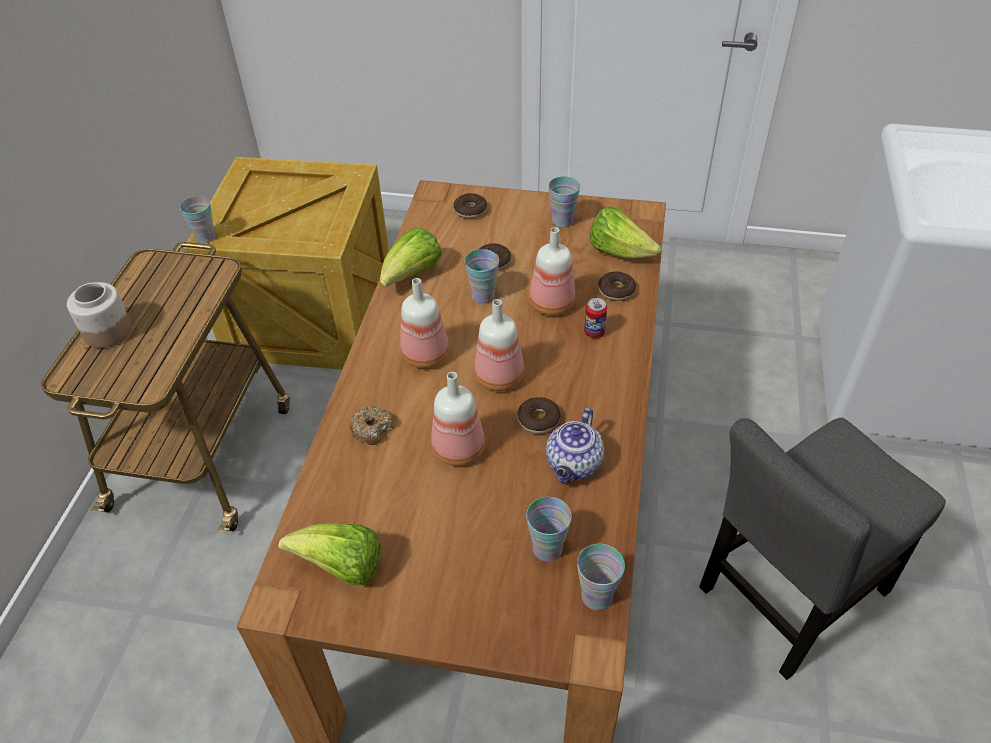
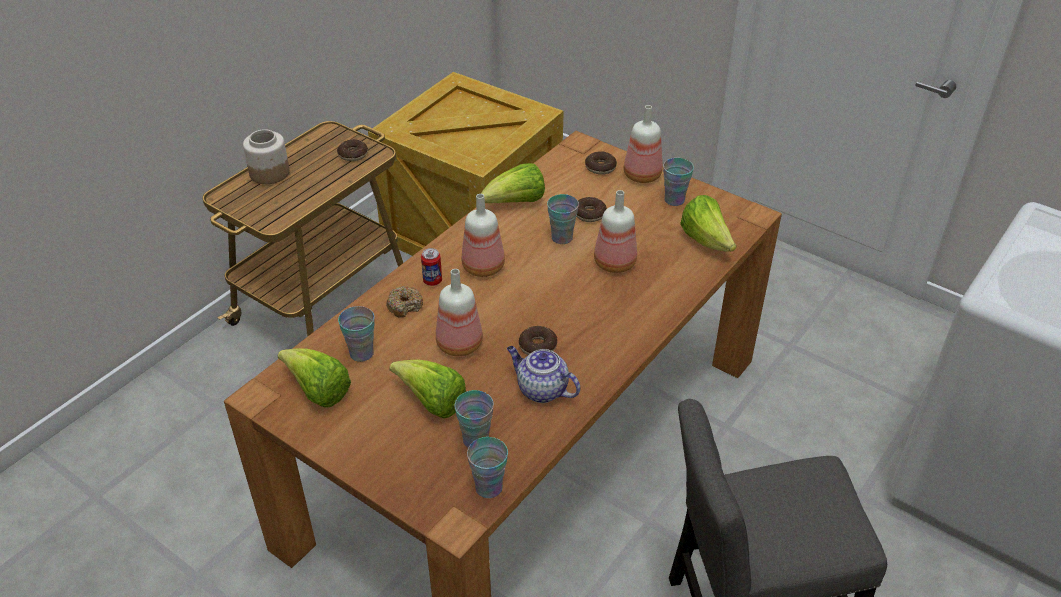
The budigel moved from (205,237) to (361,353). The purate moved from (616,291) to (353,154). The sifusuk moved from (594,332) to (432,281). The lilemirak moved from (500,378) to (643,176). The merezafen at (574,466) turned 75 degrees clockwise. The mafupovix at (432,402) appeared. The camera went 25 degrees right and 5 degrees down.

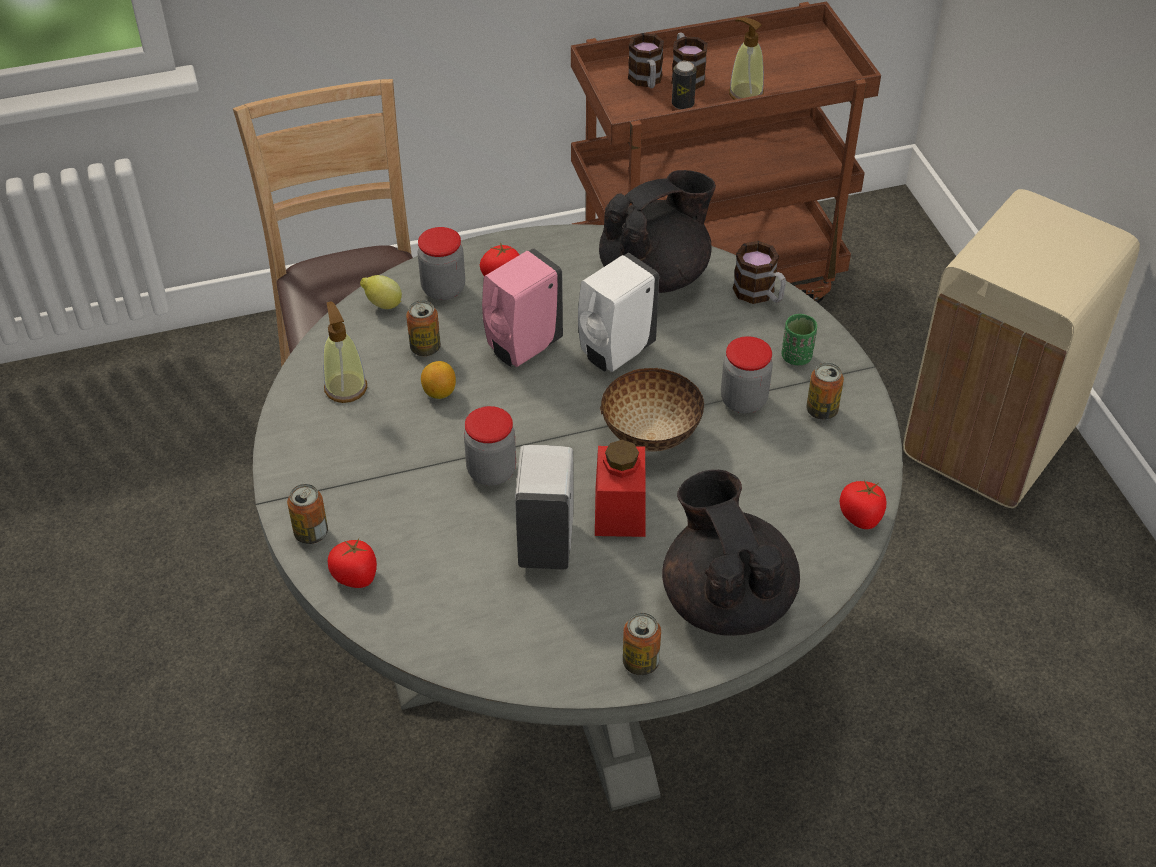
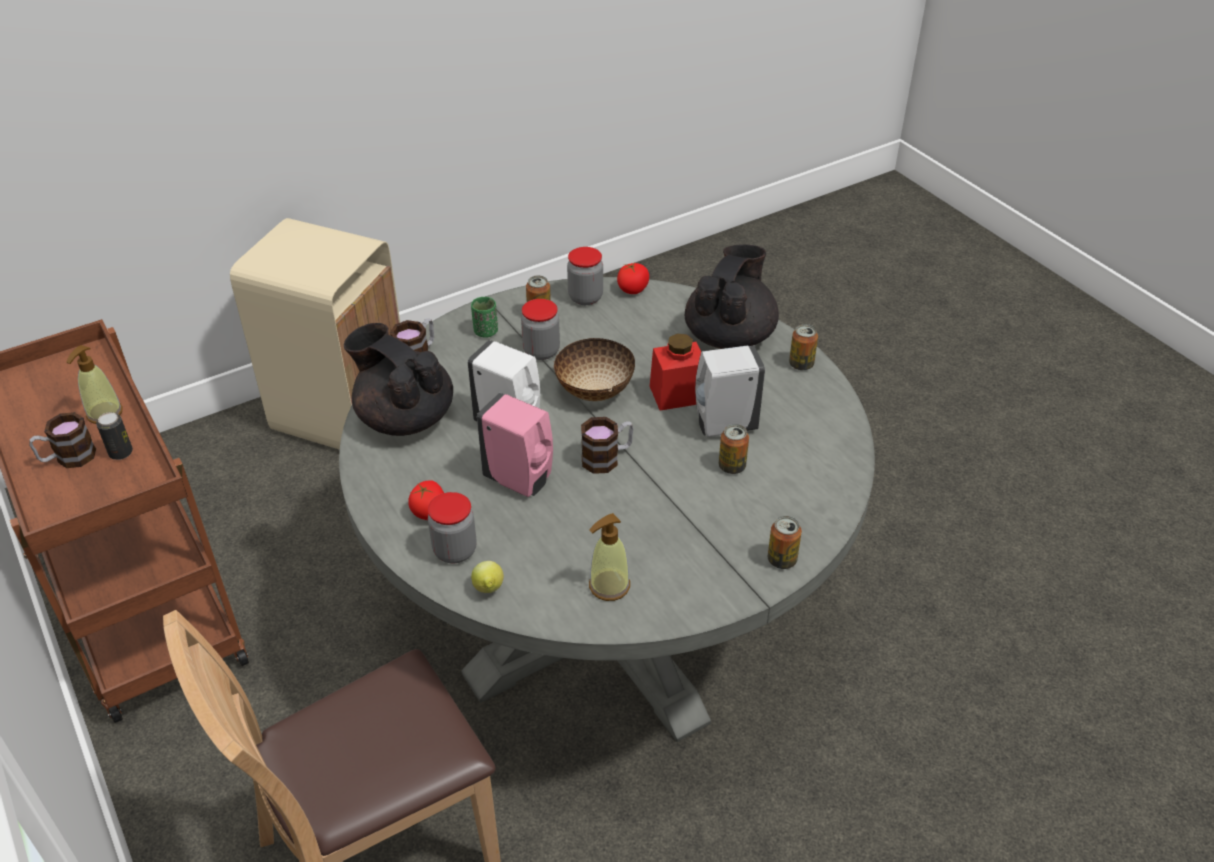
The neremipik moved from (646,81) to (607,458). The sifusuk moved from (425,348) to (732,466). The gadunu at (439,392) disappeared. The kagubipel moved from (491,471) to (585,297). The black merezafen at (726,598) turned 150 degrees clockwise. The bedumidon at (355,576) disappeared. The camera went 105 degrees left and 5 degrees down.

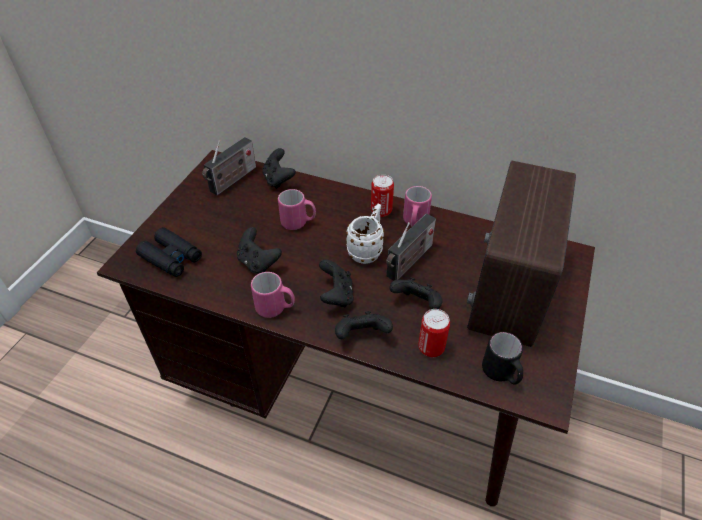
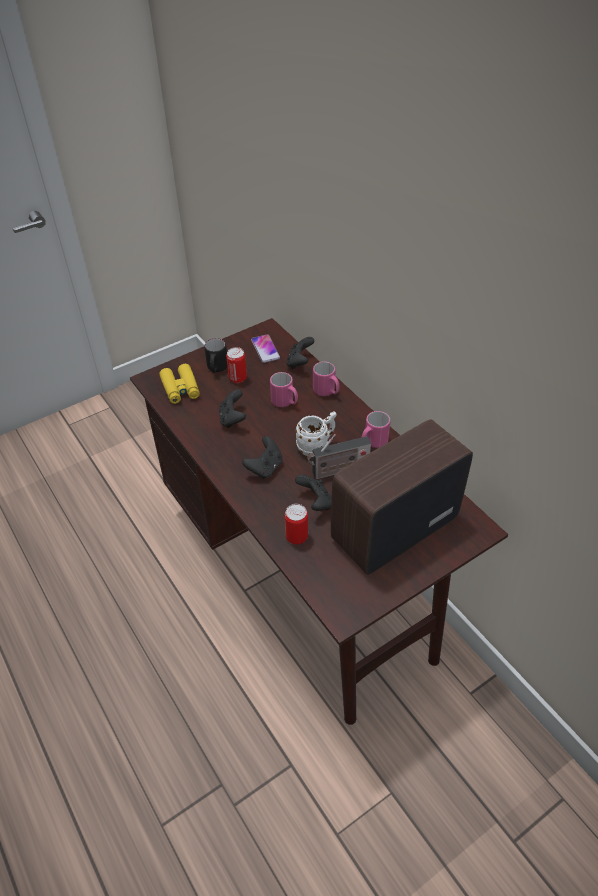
The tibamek at (232,181) was replaced by the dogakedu at (265,349). The sifusuk moved from (381,211) to (238,378). The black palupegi at (171,258) became the yellow palupegi at (180,388). The pink neremipik moved from (275,308) to (327,392). The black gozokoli at (362,336) disappeared. The black neremipik moved from (501,374) to (216,369). The camera went 35 degrees right and 0 degrees up.

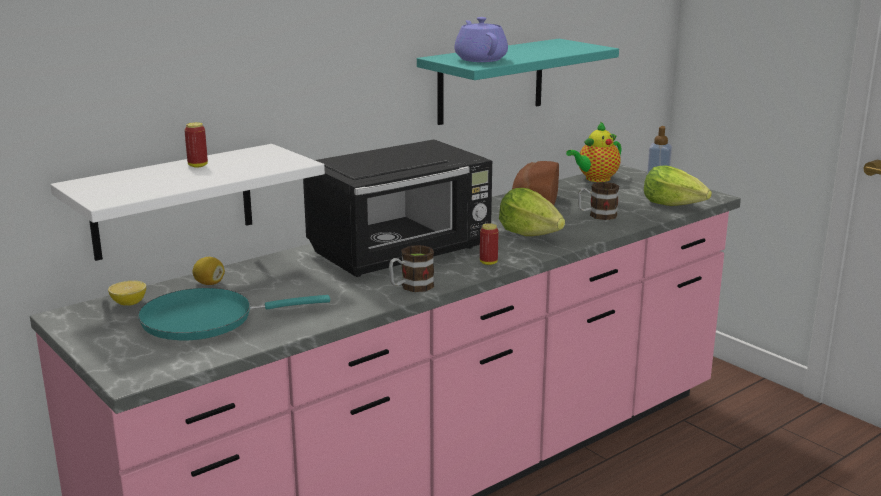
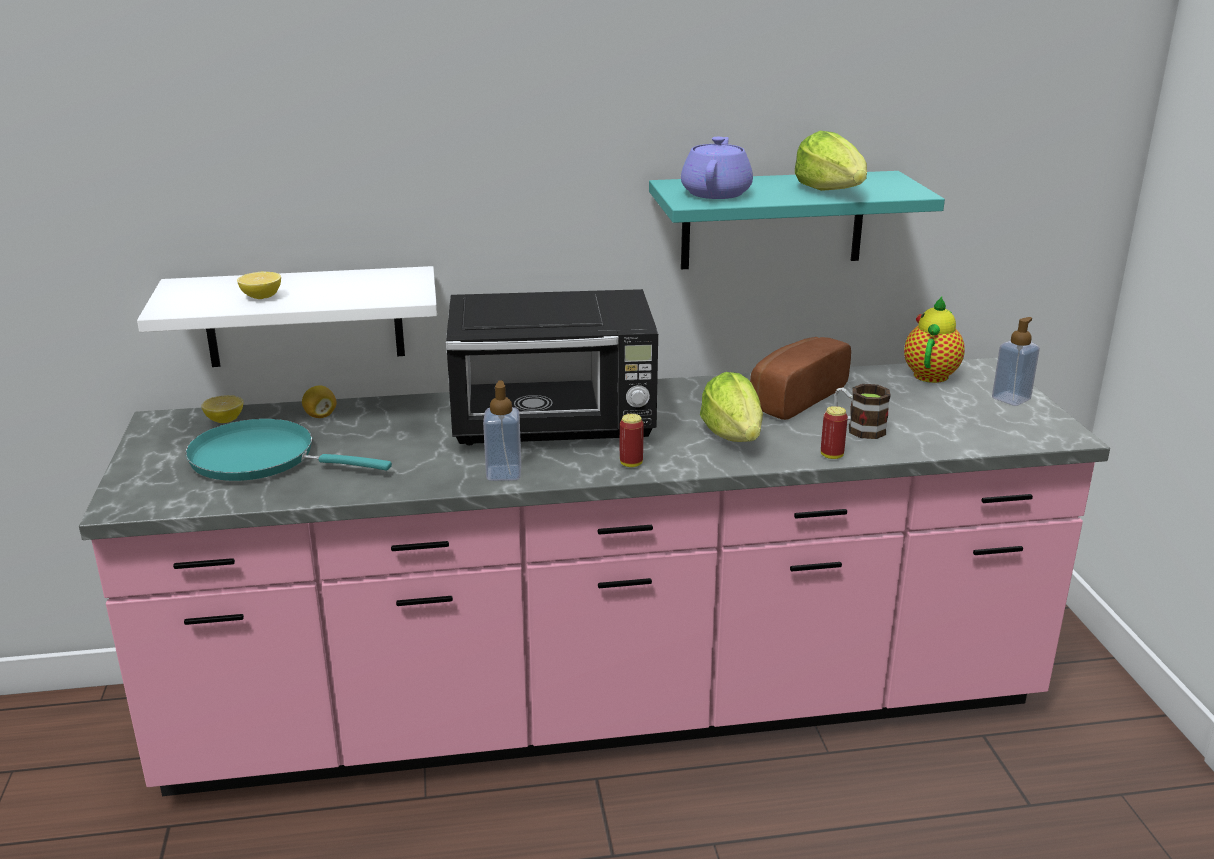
The merezafen at (595,179) turned 120 degrees clockwise. The sifusuk moved from (198,166) to (831,455). The mafupovix moved from (674,205) to (832,191). The neremipik at (411,287) was replaced by the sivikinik at (503,473). The gadunu at (261,297) appeared. The camera went 30 degrees right and 5 degrees up.

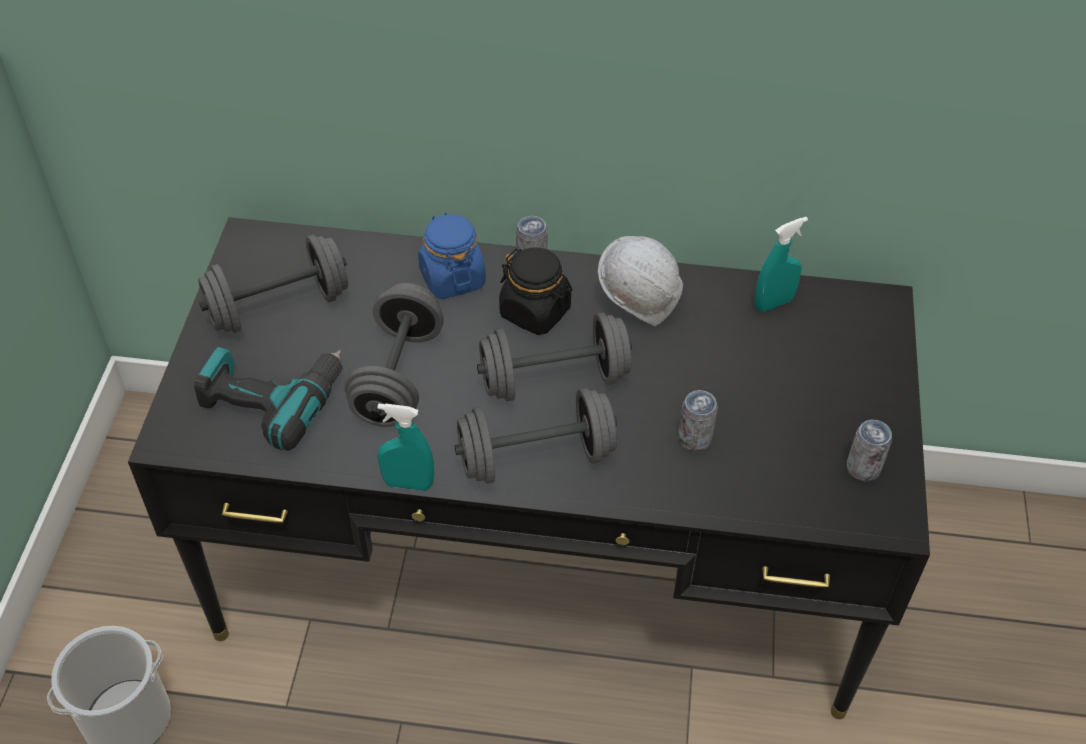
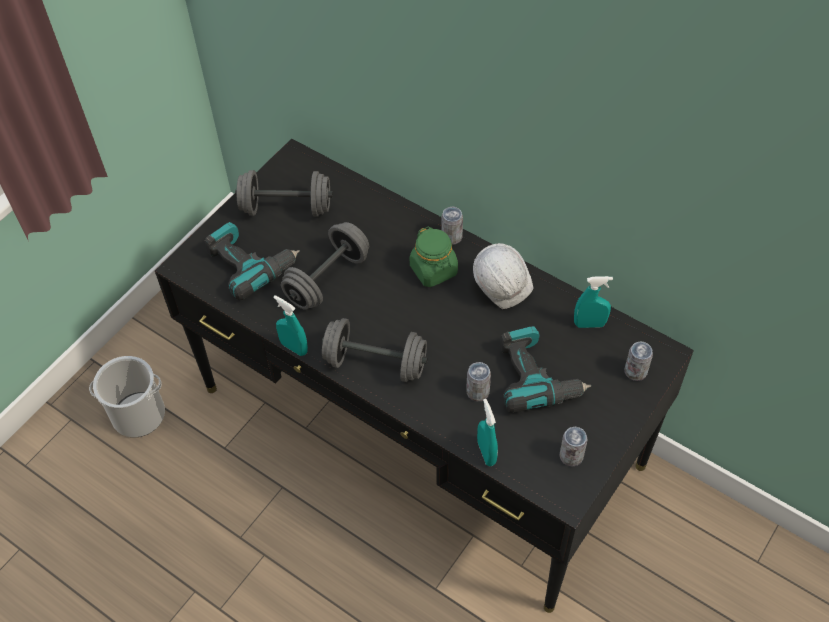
The blue kagubipel at (452,278) disappeared. The black kagubipel at (535,312) became the green kagubipel at (434,270). The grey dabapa at (554,379) disappeared. The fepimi at (536,377) appeared. The sifusuk at (635,371) appeared. The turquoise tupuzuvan at (486,453) appeared. The camera went 30 degrees right and 5 degrees up.

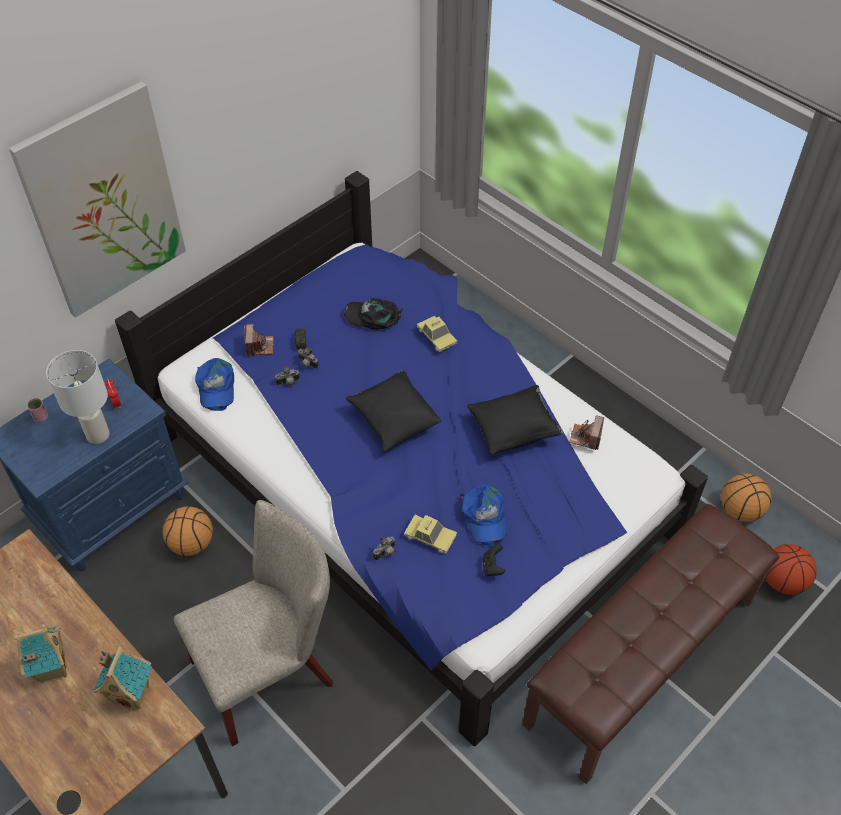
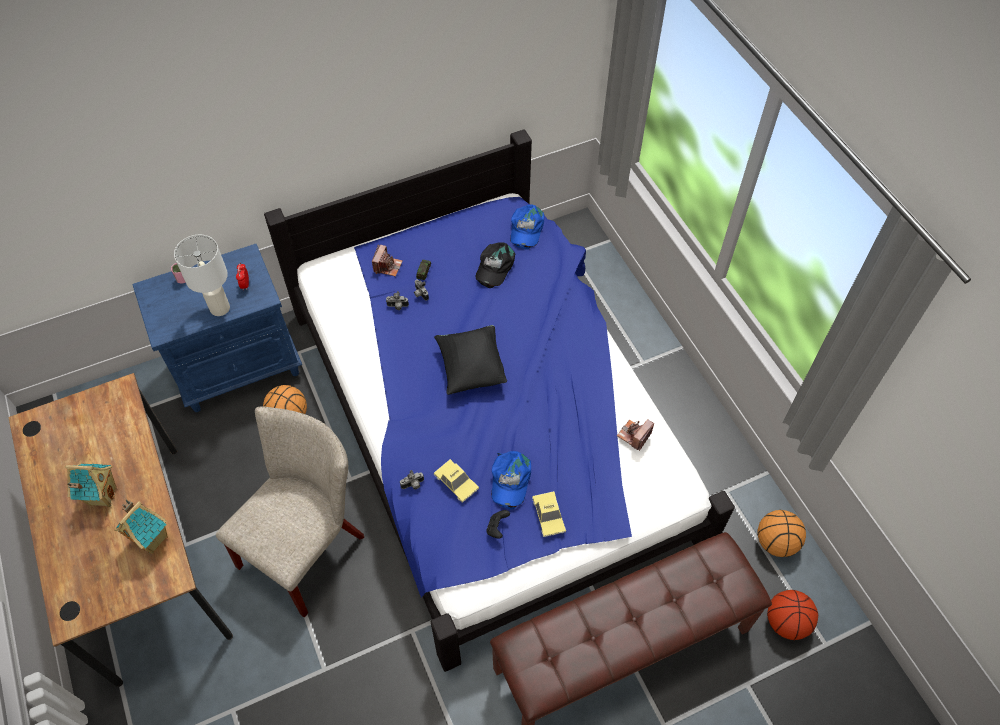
The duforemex at (104,203) disappeared. The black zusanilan at (373,316) turned 105 degrees counterclockwise. The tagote moved from (436,336) to (548,516). The blue zusanilan moved from (215,387) to (526,229). The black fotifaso at (514,431) disappeared. The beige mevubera at (271,669) turned 45 degrees counterclockwise. The camera went 20 degrees right and 5 degrees up.

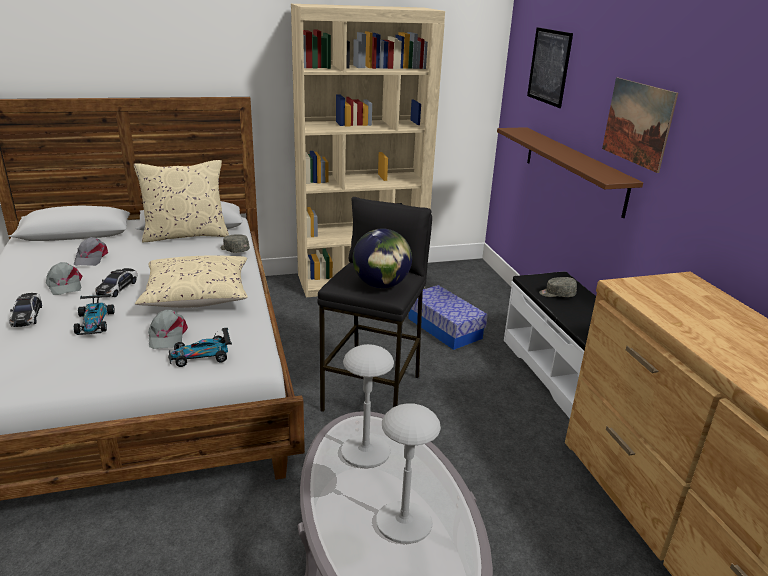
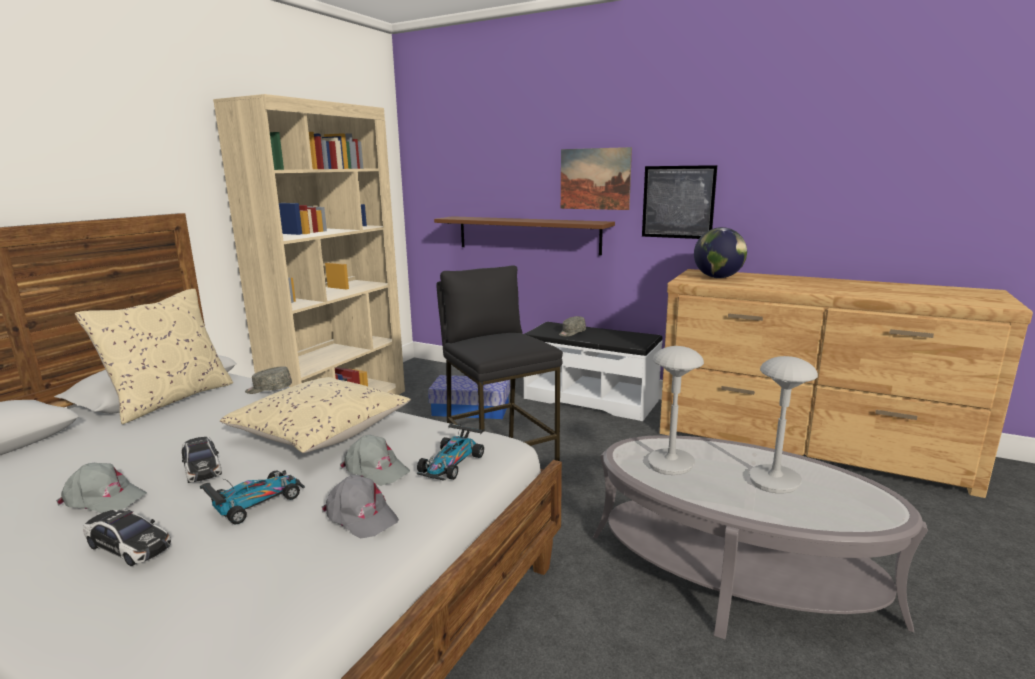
The duforemex moved from (549,66) to (678,202). The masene moved from (381,285) to (718,277). The grey zusanilan moved from (91,258) to (360,516). The tagote at (94,322) turned 75 degrees counterclockwise. The camera went 45 degrees left and 10 degrees down.

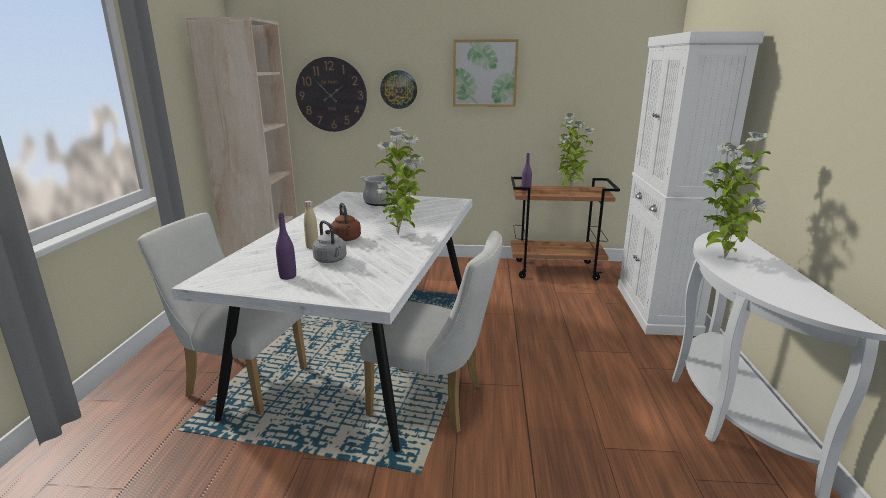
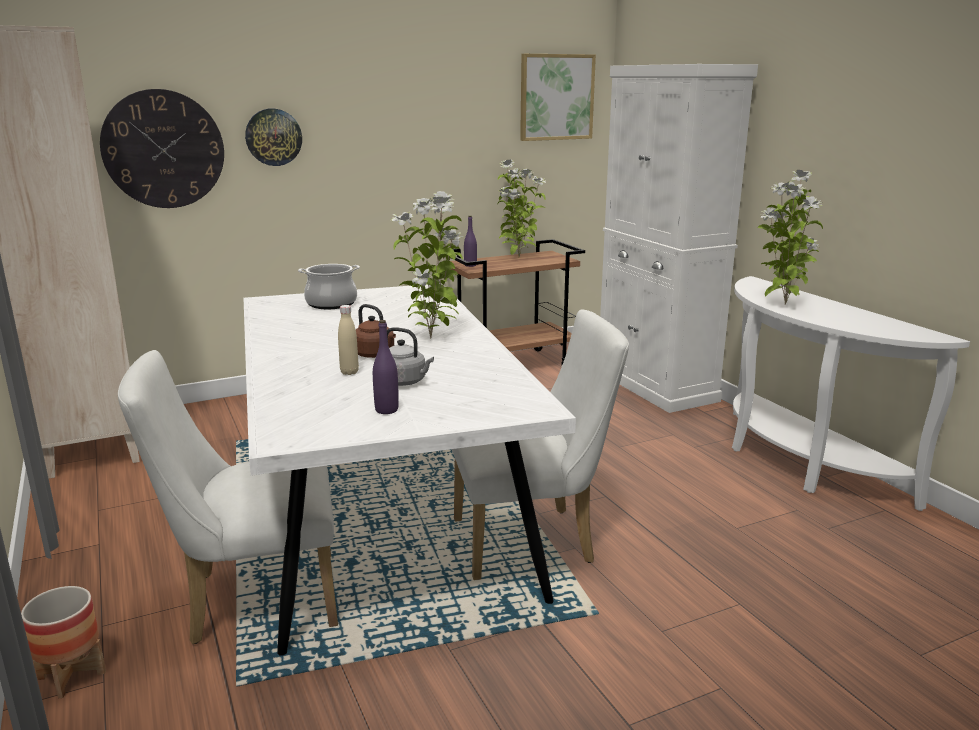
The duforemex moved from (484,73) to (556,97). The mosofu at (72,675) appeared. The camera went 30 degrees left and 0 degrees up.

